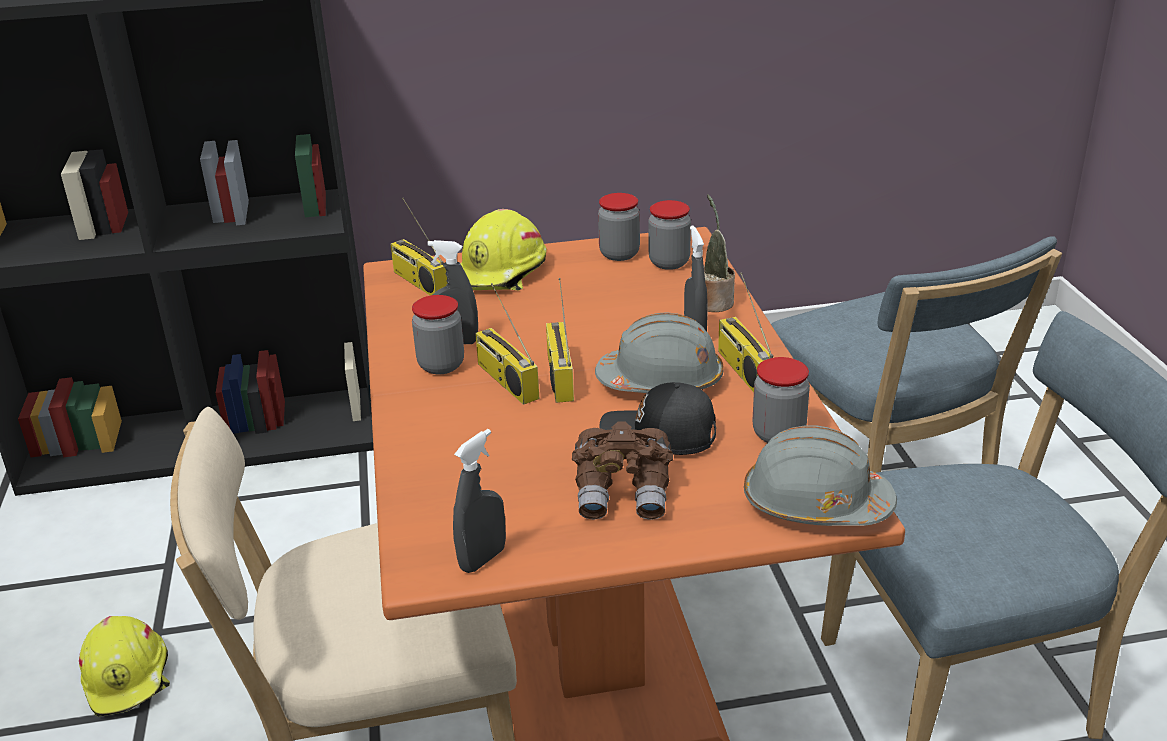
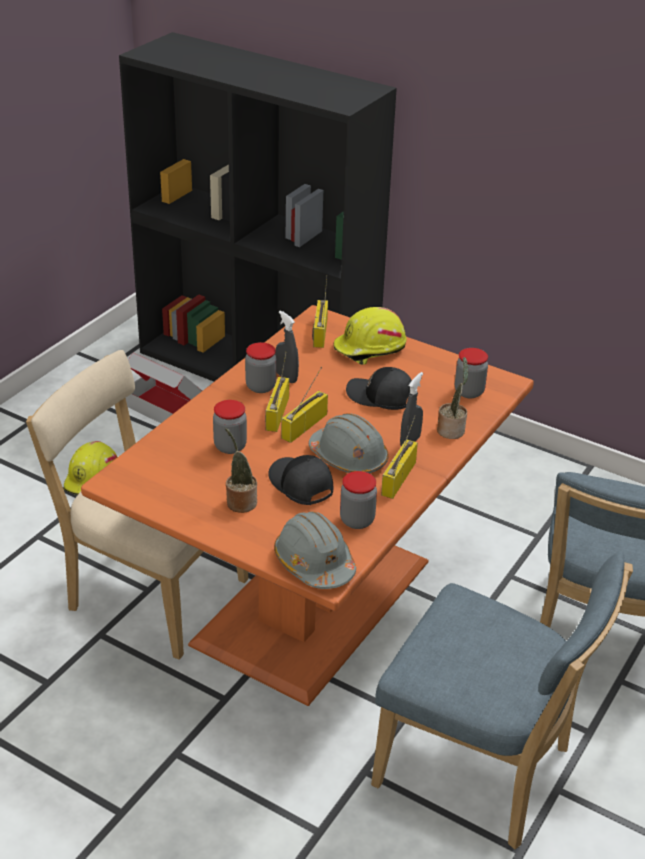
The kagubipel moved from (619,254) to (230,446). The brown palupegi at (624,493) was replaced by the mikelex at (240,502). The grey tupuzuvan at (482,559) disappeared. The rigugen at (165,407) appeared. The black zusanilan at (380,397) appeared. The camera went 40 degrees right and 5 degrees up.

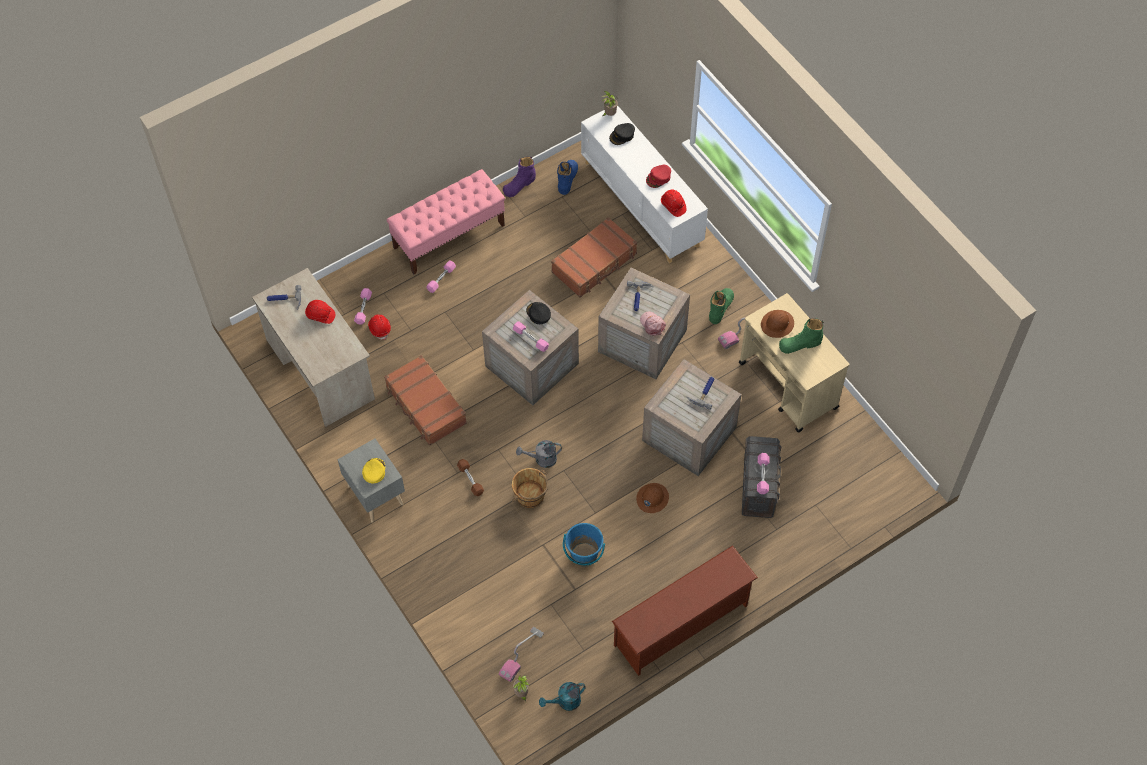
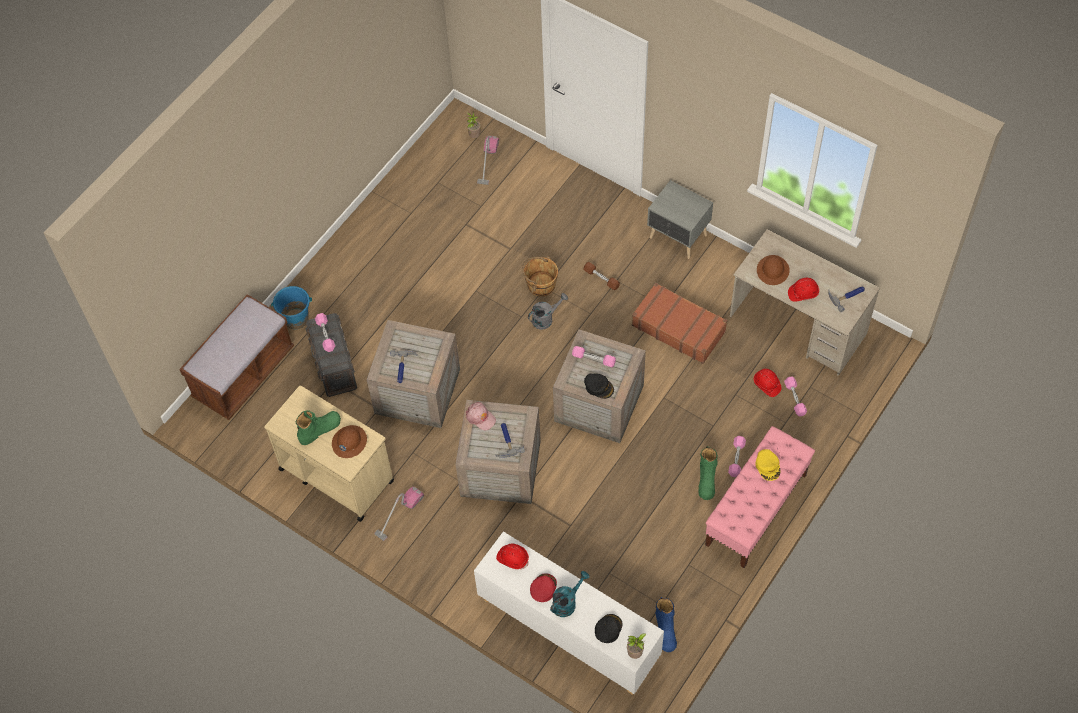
The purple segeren at (519,185) disappeared. The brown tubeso at (595,263) disappeared. The green segeren moved from (720,308) to (706,480). The yellow zusanilan moved from (374,471) to (768,466). The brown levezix moved from (652,498) to (773,270). The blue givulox moved from (584,555) to (296,318). The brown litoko at (682,626) disappeared. The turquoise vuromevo moved from (565,702) to (567,602). The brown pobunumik at (244,374) appeared. The camera went 160 degrees right and 0 degrees up.

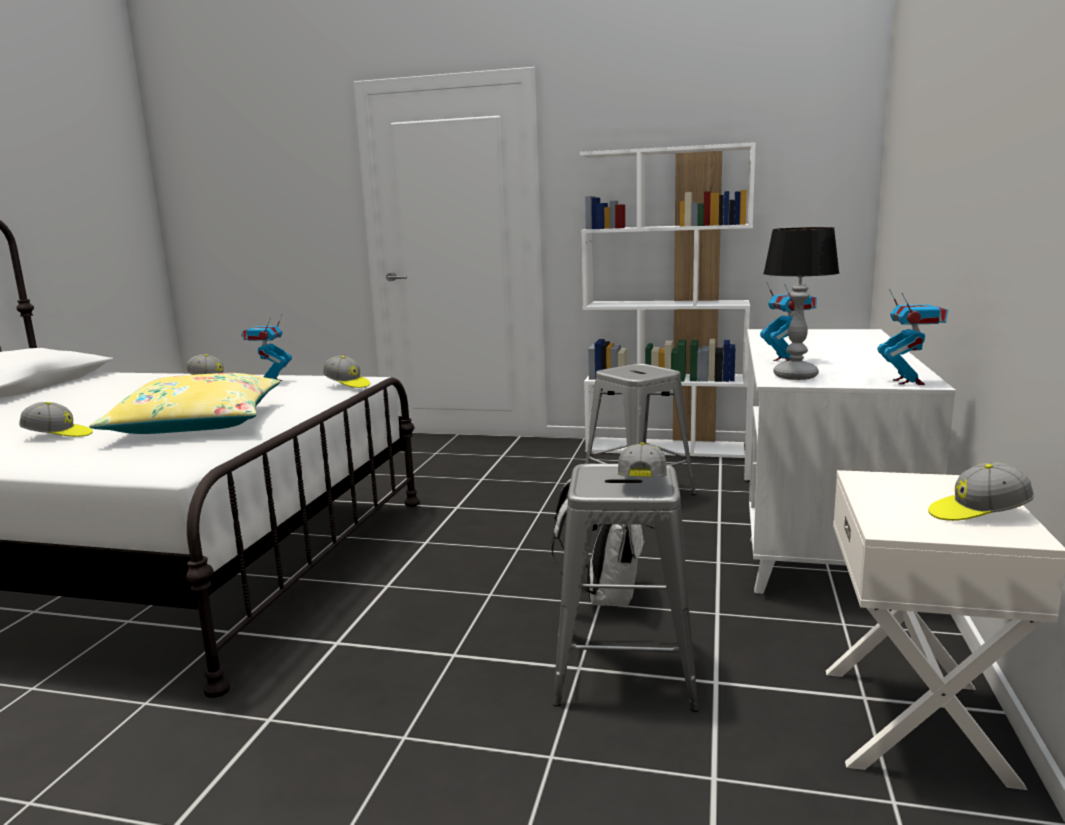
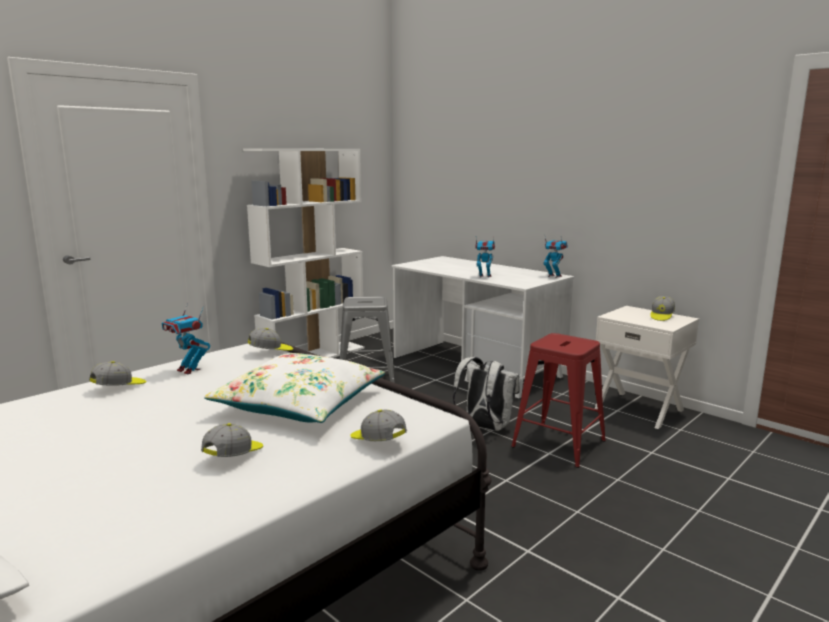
The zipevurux at (796,376) disappeared. The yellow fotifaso at (197,424) became the white fotifaso at (300,403). The zusanilan moved from (642,482) to (377,441). The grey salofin at (625,668) became the red salofin at (558,443). The camera went 60 degrees left and 0 degrees up.

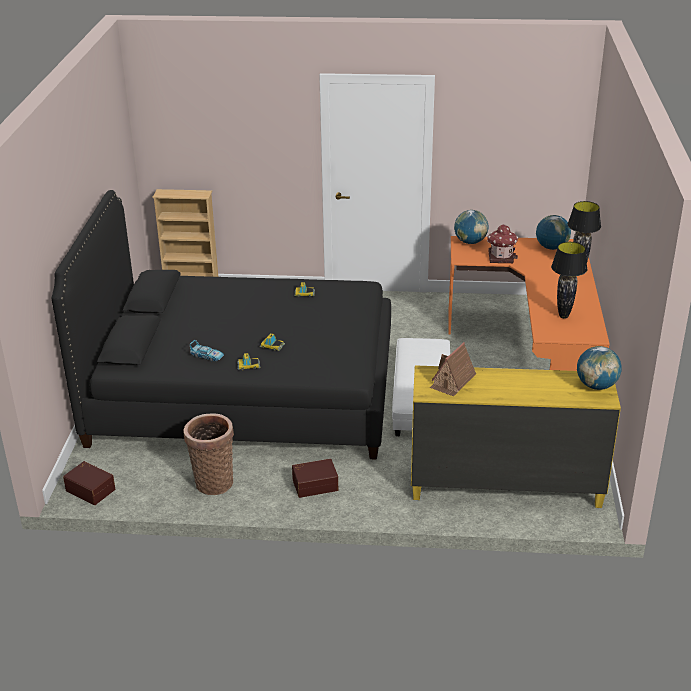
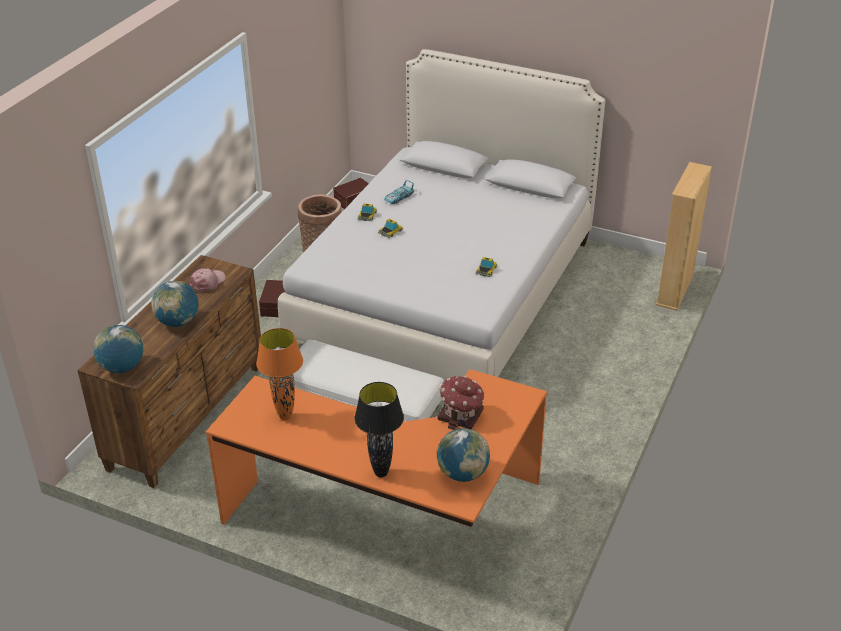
The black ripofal at (243,393) became the white ripofal at (445,291). The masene moved from (470,242) to (178,322). The black zipevurux at (563,316) became the orange zipevurux at (285,416). The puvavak at (452,382) was replaced by the pink zusanilan at (208,282). The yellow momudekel at (504,485) became the brown momudekel at (188,416). The camera went 110 degrees right and 5 degrees up.

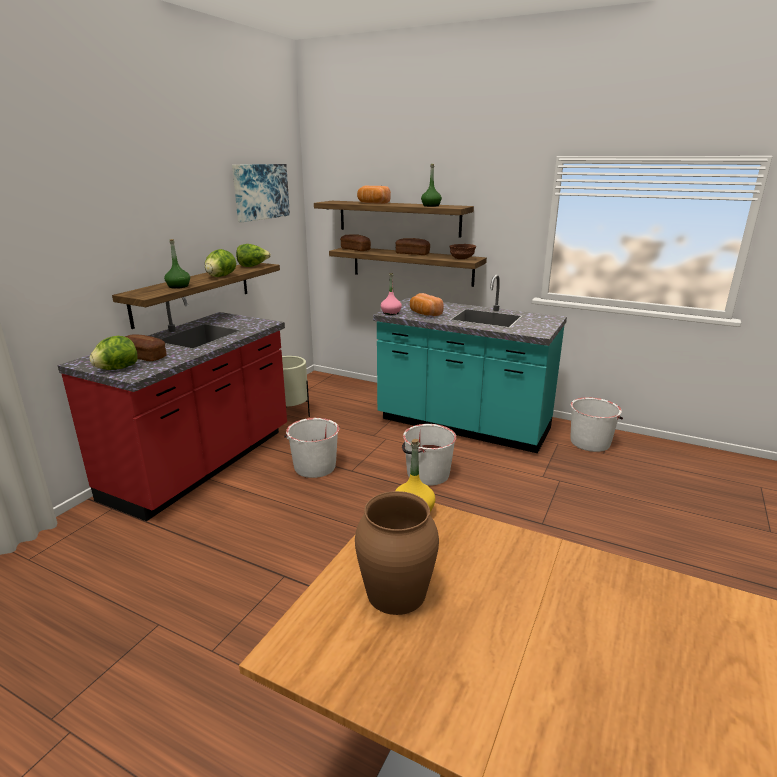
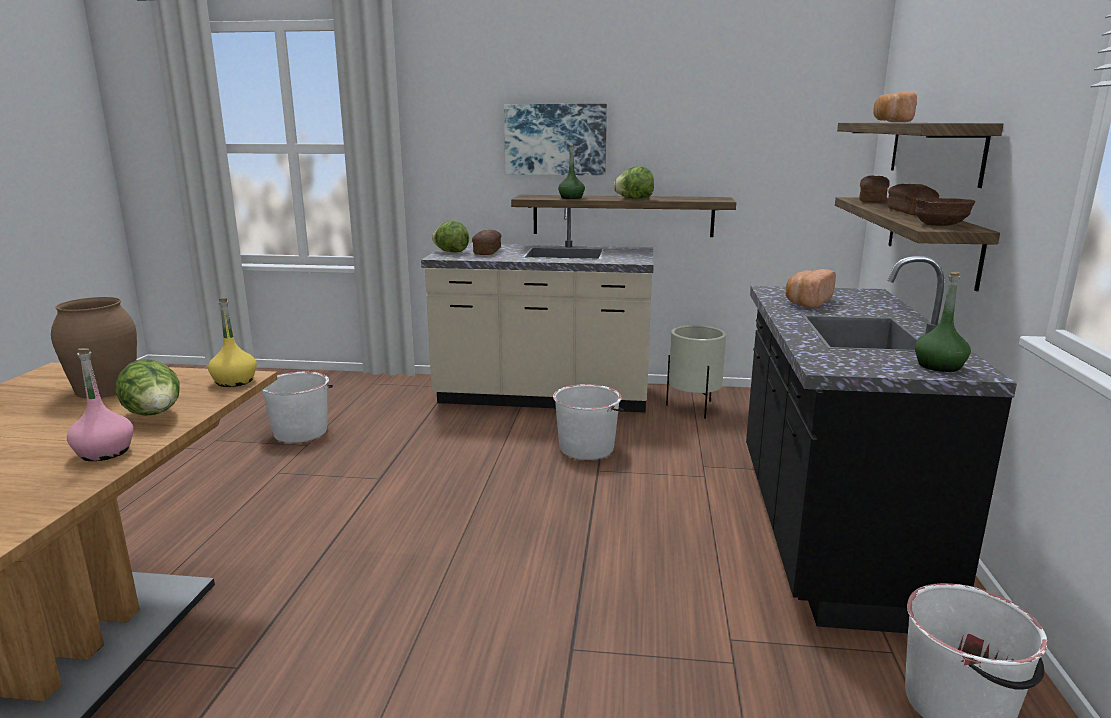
The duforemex moved from (260,191) to (555,139). The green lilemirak moved from (431,206) to (939,366). The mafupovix moved from (253,266) to (155,416). The pink lilemirak moved from (391,313) to (104,452). The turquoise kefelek at (463,426) became the black kefelek at (826,531). The red kefelek at (203,465) became the beige kefelek at (543,397). The white givulox moved from (427,474) to (300,432). The camera went 70 degrees right and 5 degrees down.

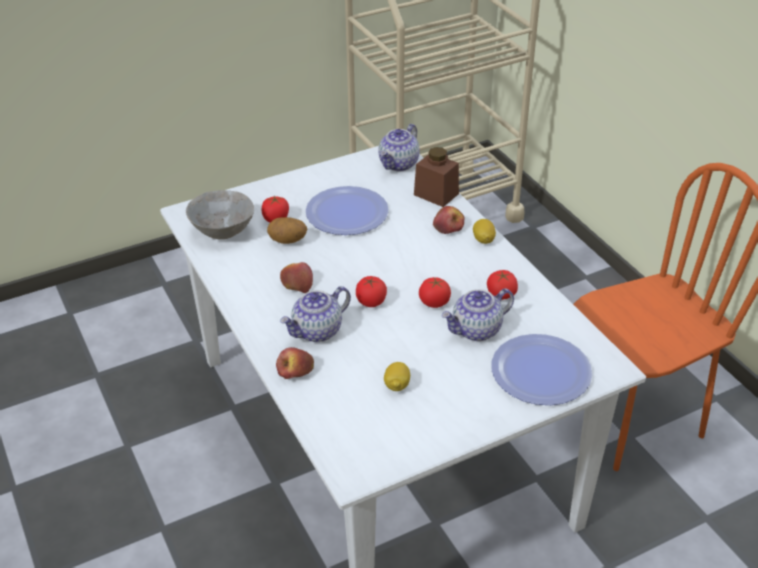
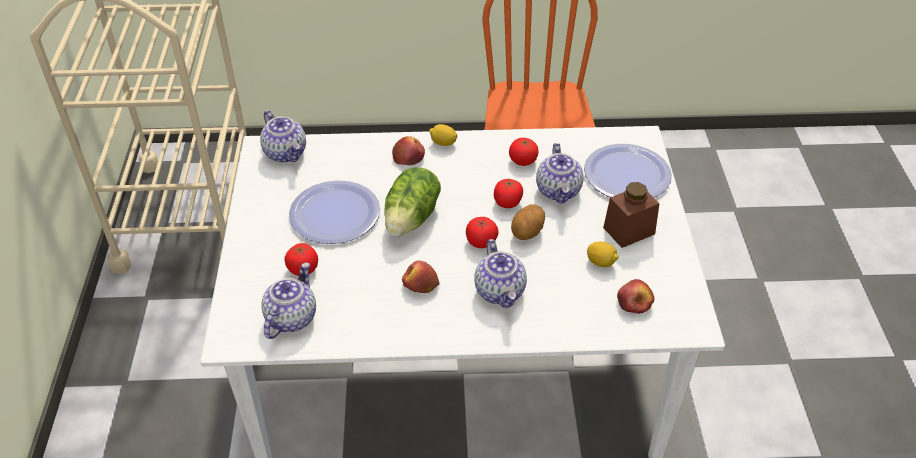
The brown kagubipel moved from (436,194) to (629,231). The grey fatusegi at (222,231) was replaced by the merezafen at (291,317). The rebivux moved from (287,241) to (528,233). The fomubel moved from (295,371) to (634,302). The mafupovix at (412,218) appeared. The camera went 65 degrees left and 5 degrees up.

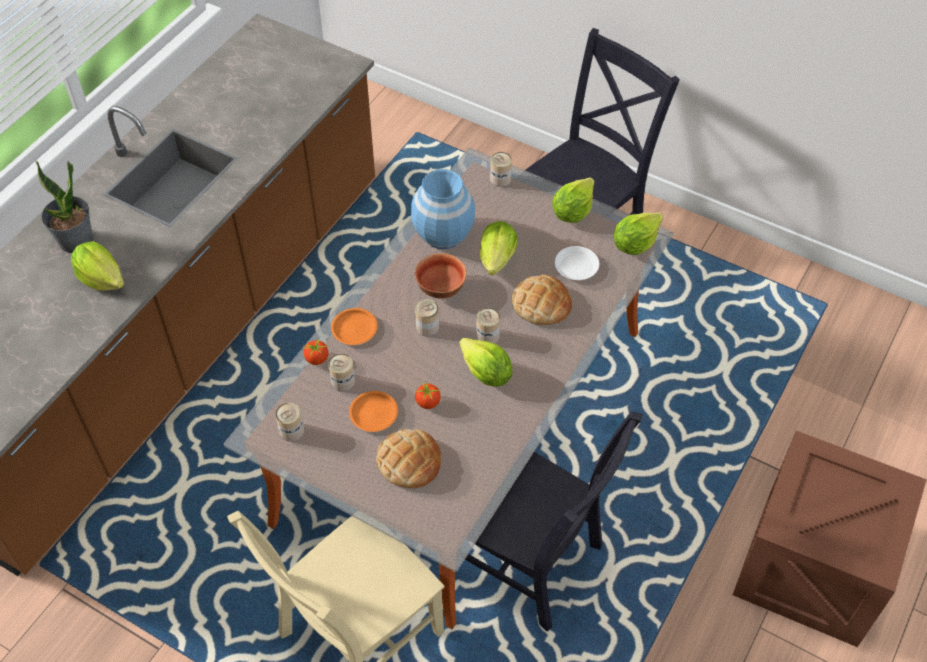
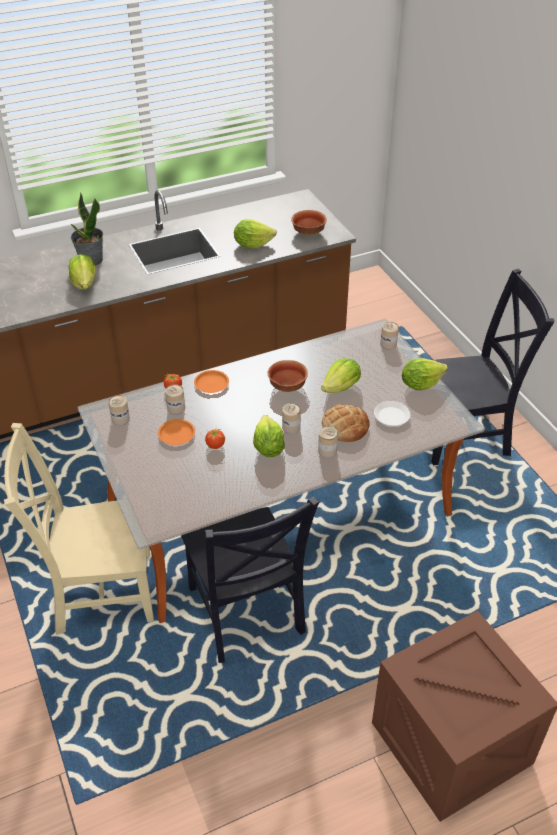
The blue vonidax at (443,233) disappeared. The mafupovix moved from (635,244) to (252,244). The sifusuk moved from (427,327) to (327,451). The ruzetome at (409,461) disappeared. The fatusegi at (308,233) appeared. The camera went 35 degrees right and 10 degrees down.

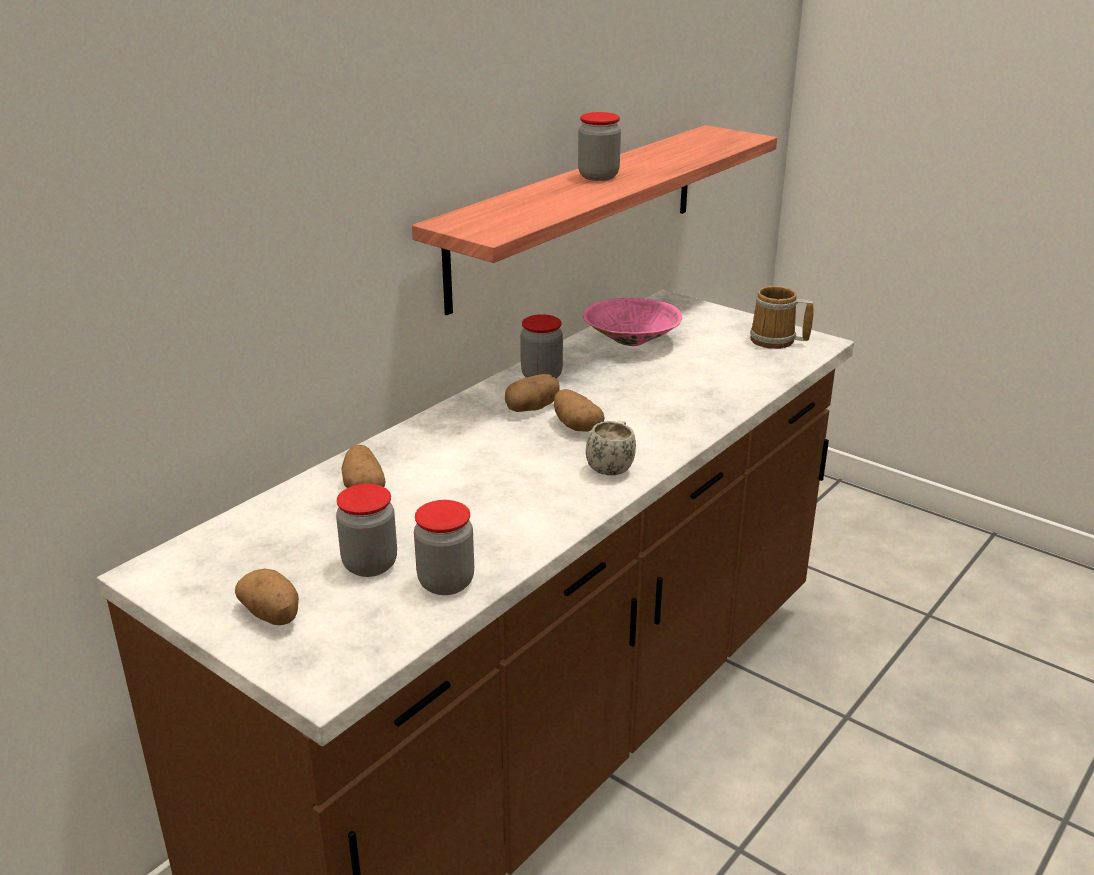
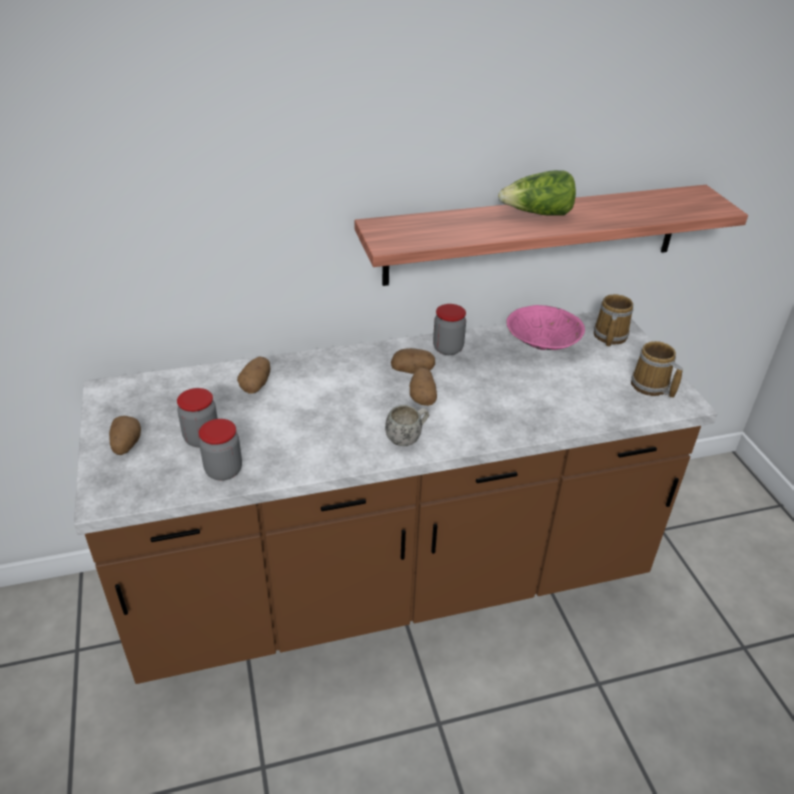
The kagubipel at (598,176) was replaced by the mafupovix at (537,214). The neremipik at (608,336) appeared. The camera went 35 degrees right and 10 degrees up.

